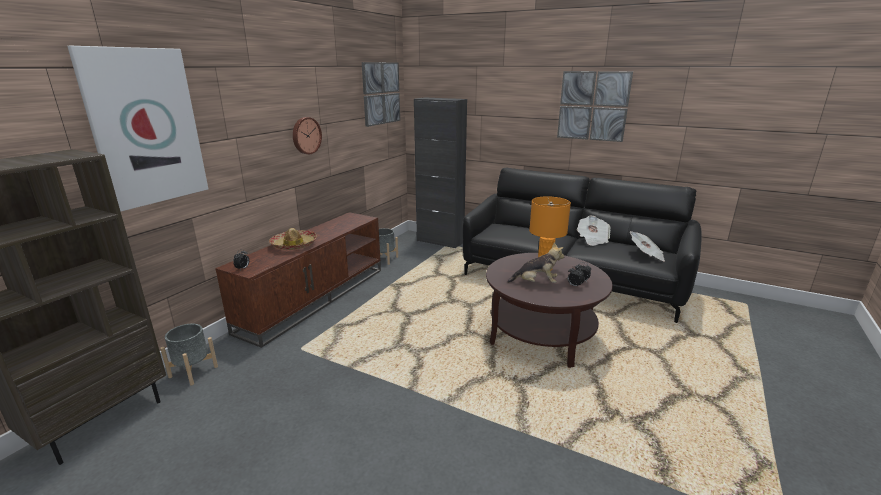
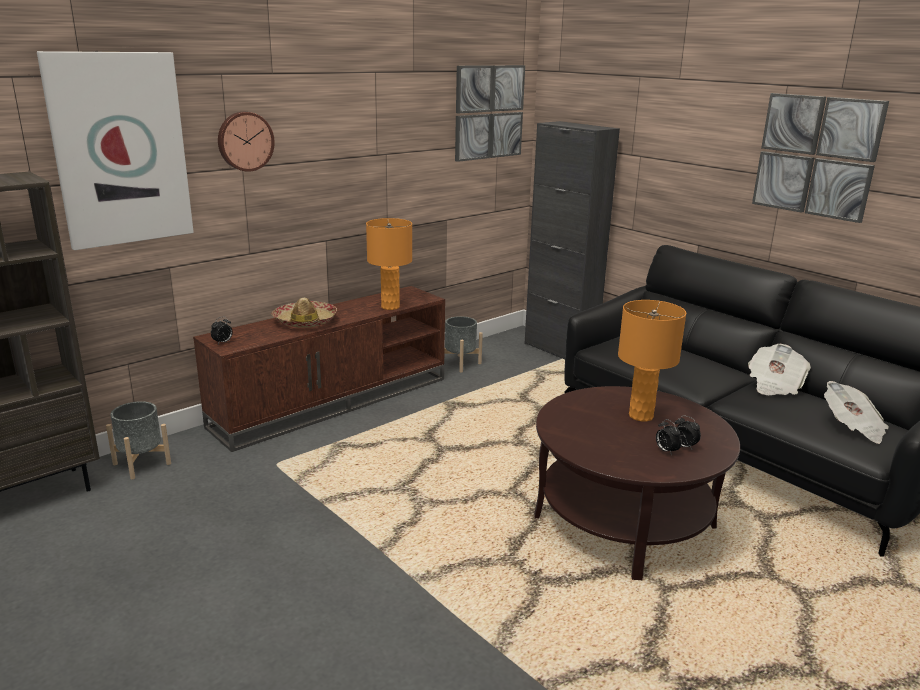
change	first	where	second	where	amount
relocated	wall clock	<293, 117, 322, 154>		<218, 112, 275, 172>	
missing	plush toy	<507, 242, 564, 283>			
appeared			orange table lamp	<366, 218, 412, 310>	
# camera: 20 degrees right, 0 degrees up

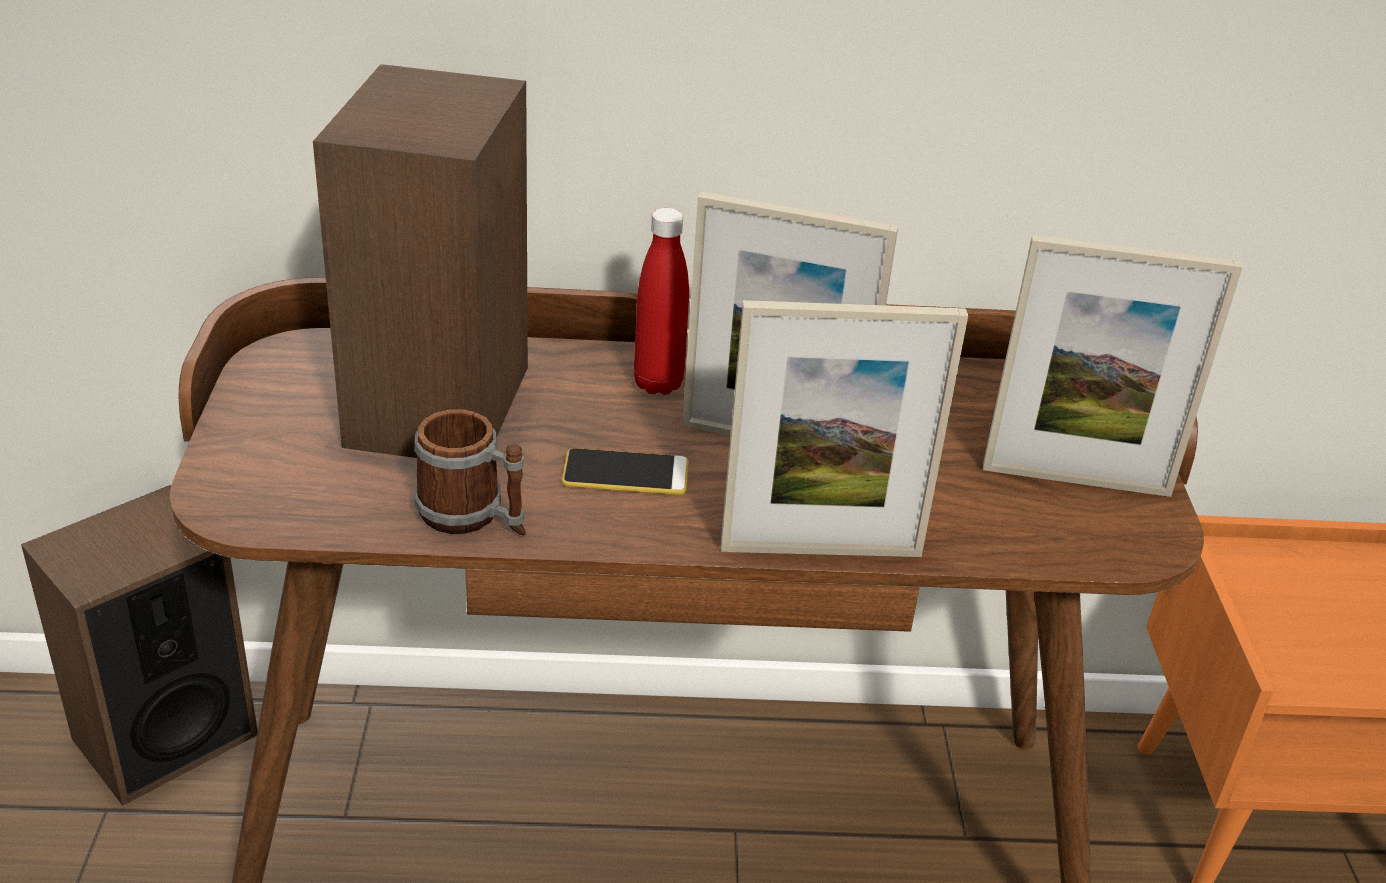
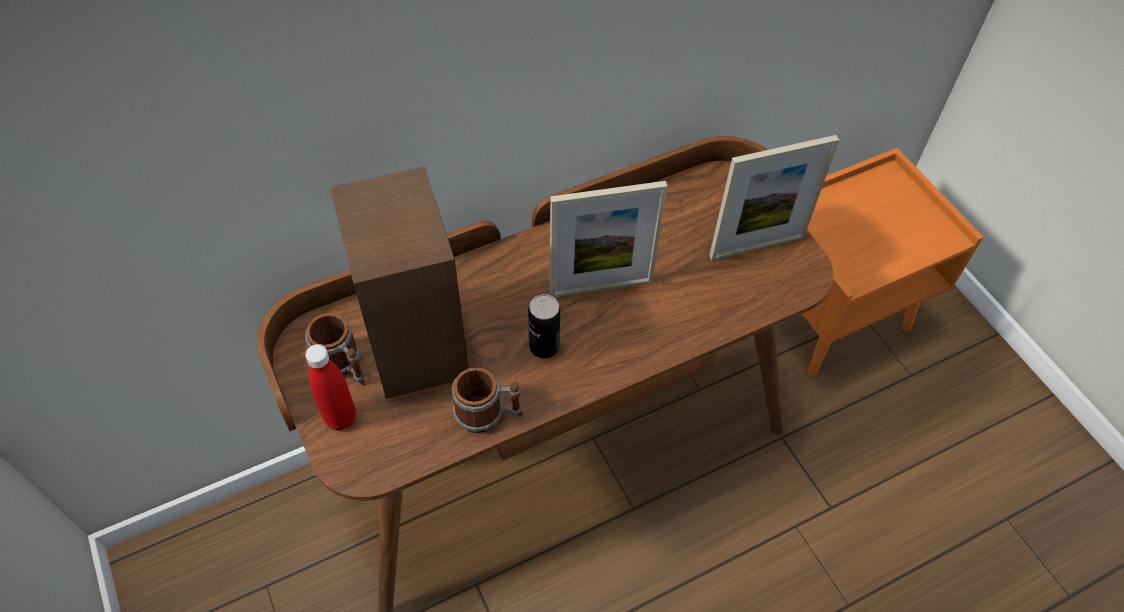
change	first	where	second	where	amount
relocated	red bottle	<634, 208, 689, 395>		<305, 344, 356, 431>	
missing	picture frame	<721, 300, 968, 557>			
exchanged	phone	<562, 448, 689, 495>	can	<528, 294, 560, 358>	
missing	speaker	<21, 485, 258, 806>			
appeared			mug	<305, 313, 365, 385>	
# camera: 25 degrees left, 20 degrees up

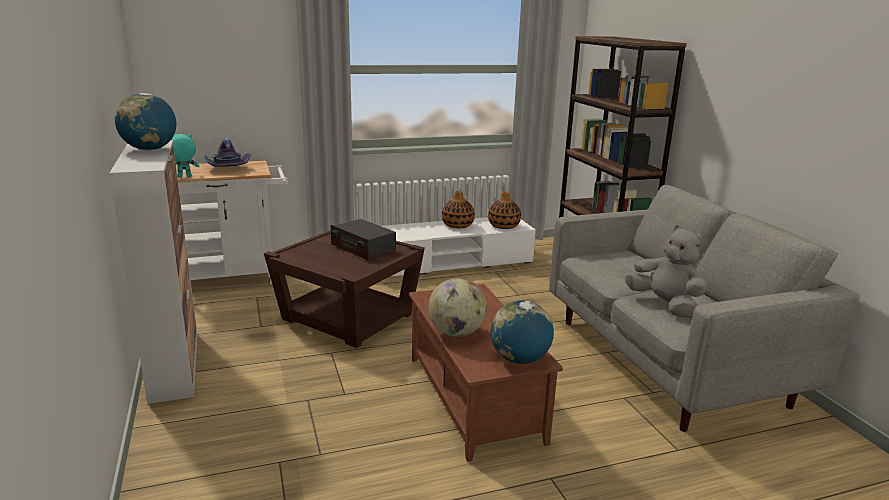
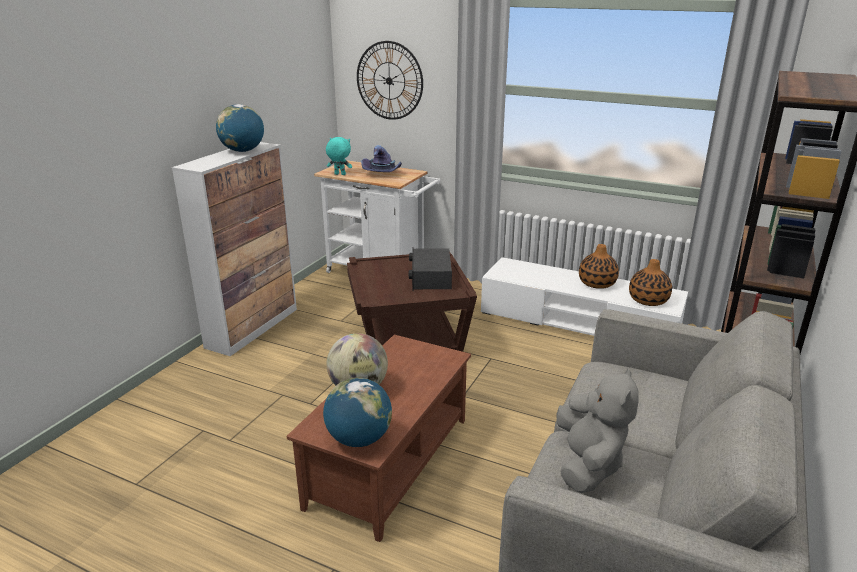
change	first	where	second	where	amount
appeared			wall clock	<357, 41, 423, 120>	
# camera: 45 degrees right, 5 degrees up

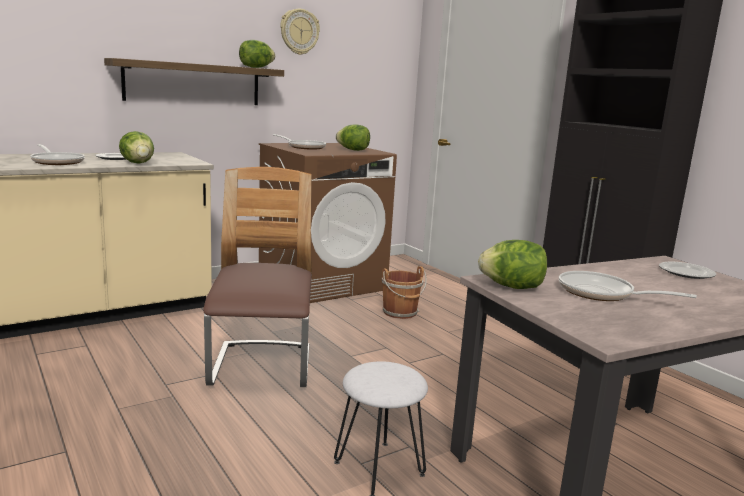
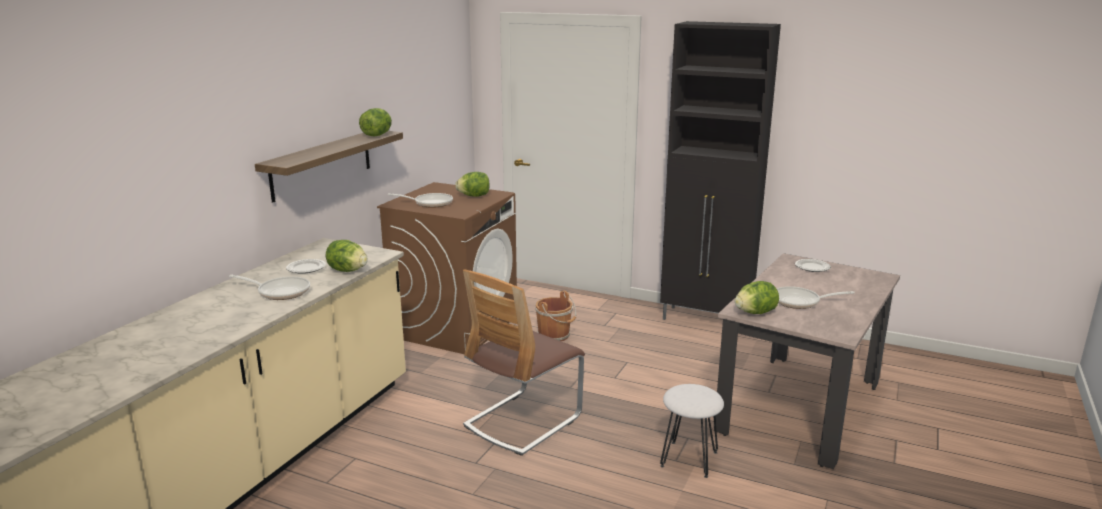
change	first	where	second	where	amount
missing	wall clock	<280, 9, 320, 55>			
spun	chair	<203, 167, 312, 387>		<463, 269, 585, 456>	105 degrees counterclockwise
# camera: 30 degrees left, 5 degrees up

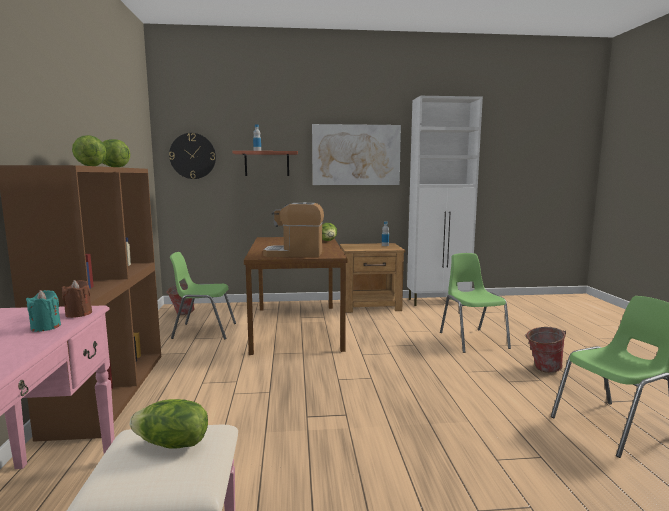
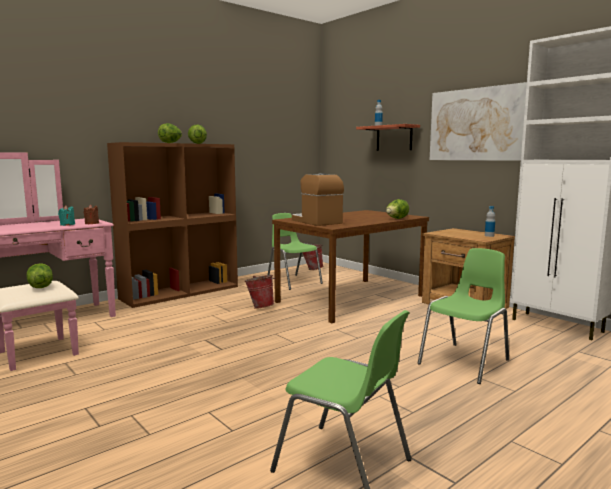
change	first	where	second	where	amount
missing	wall clock	<169, 133, 216, 179>			
relocated	bucket	<525, 327, 566, 373>		<244, 275, 275, 309>	
# camera: 55 degrees right, 0 degrees up

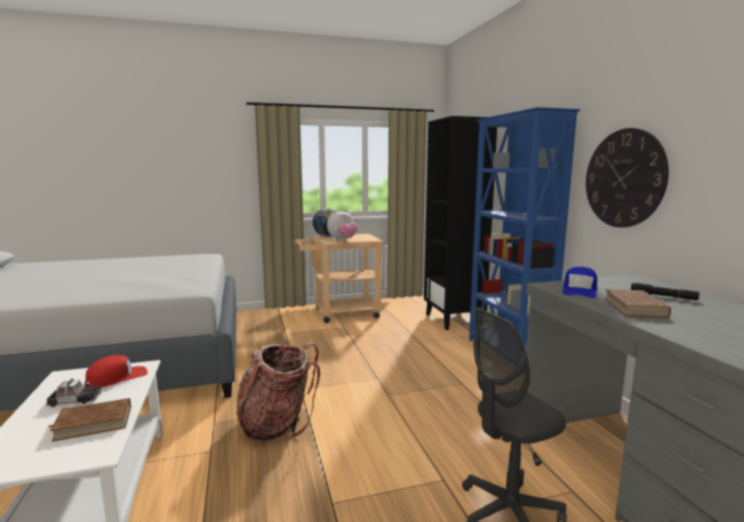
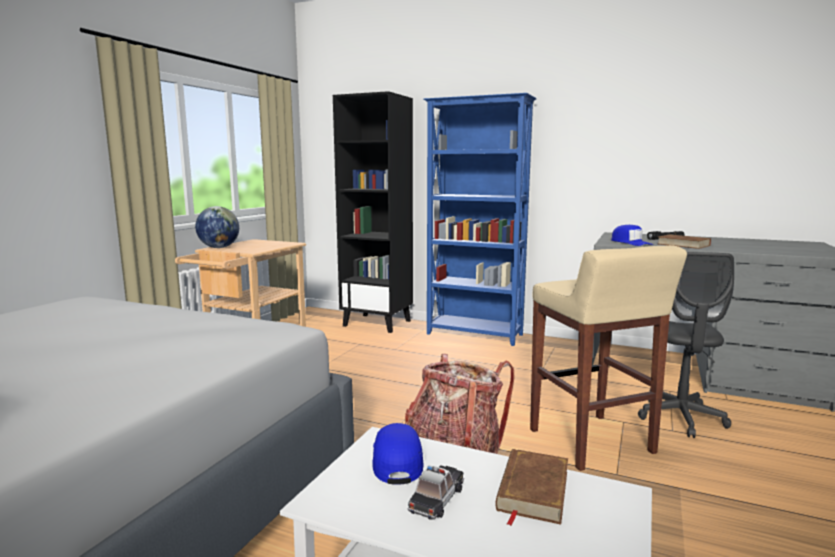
change	first	where	second	where	amount
missing	wall clock	<586, 128, 669, 227>			
missing	plush toy	<327, 210, 358, 241>			
colour	red cap	<85, 355, 148, 387>	blue cap	<372, 423, 424, 485>	
appeared			beige stool	<530, 245, 687, 471>	
# camera: 50 degrees left, 0 degrees up

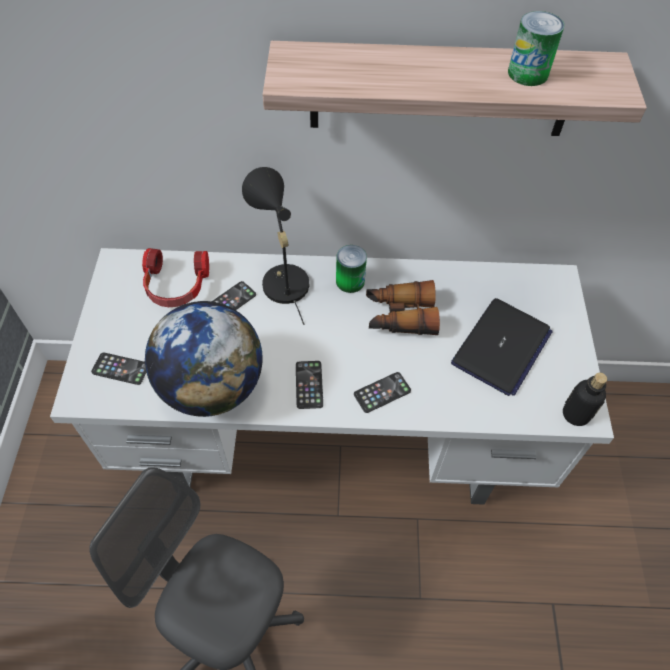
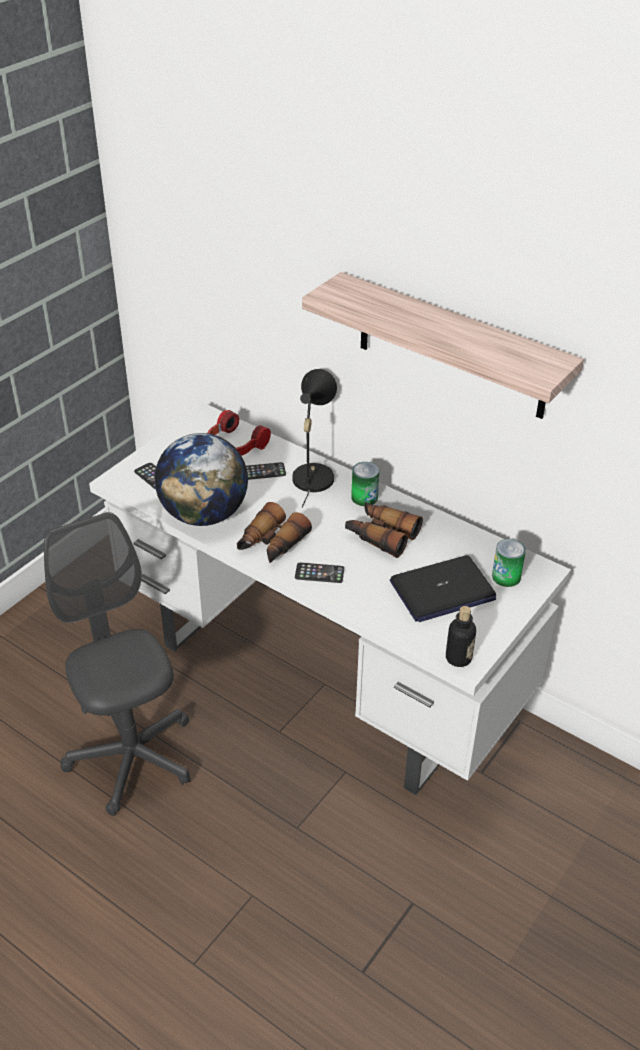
change	first	where	second	where	amount
relocated	can	<508, 11, 564, 86>		<492, 539, 526, 587>	
exchanged	phone	<296, 361, 323, 409>	binoculars	<237, 502, 312, 563>	
# camera: 35 degrees right, 15 degrees down

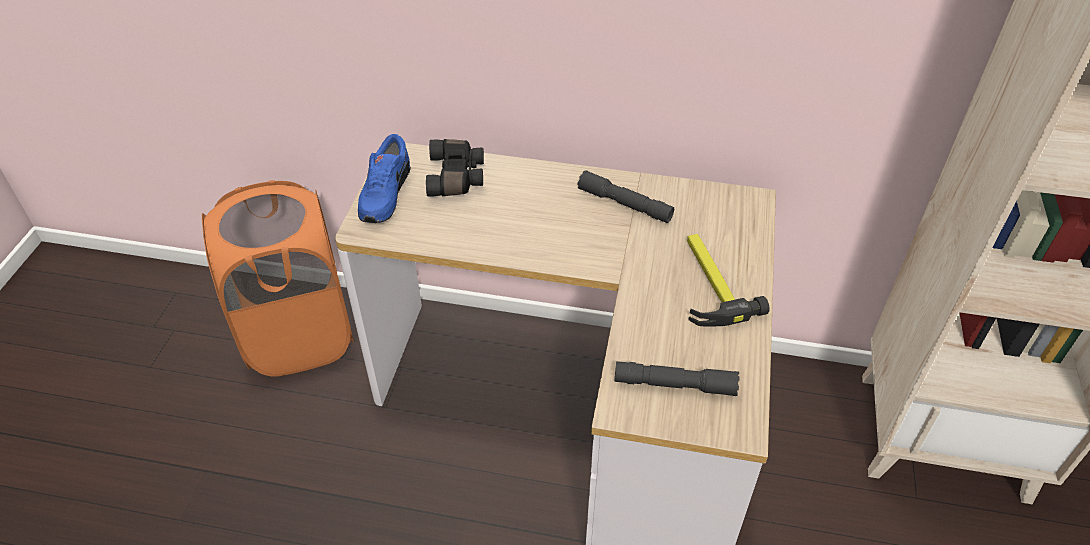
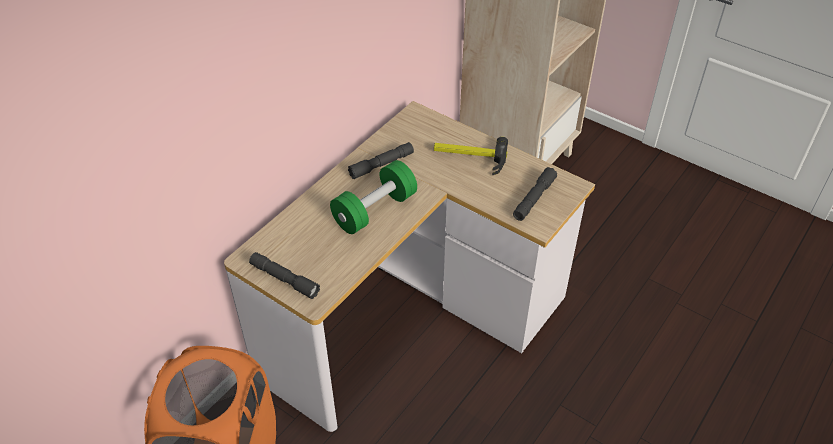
change	first	where	second	where	amount
exchanged	blue shoe	<358, 134, 411, 223>	grey flashlight	<249, 252, 320, 299>	
missing	black binoculars	<426, 139, 484, 196>			
appeared			green dumbbell	<330, 160, 417, 234>	
# camera: 65 degrees left, 0 degrees up

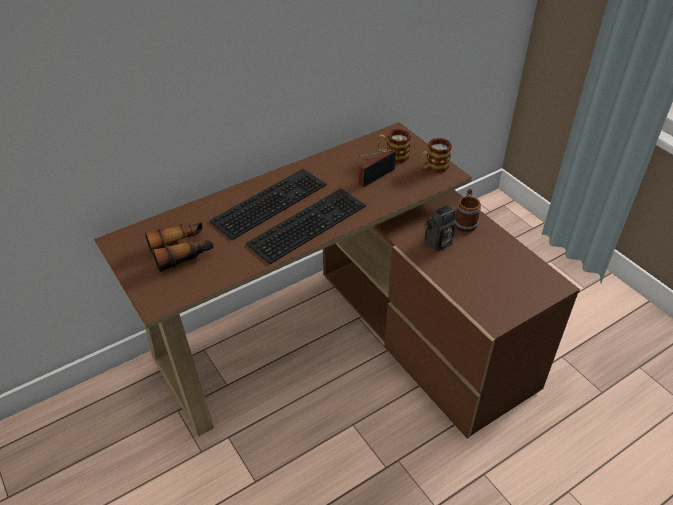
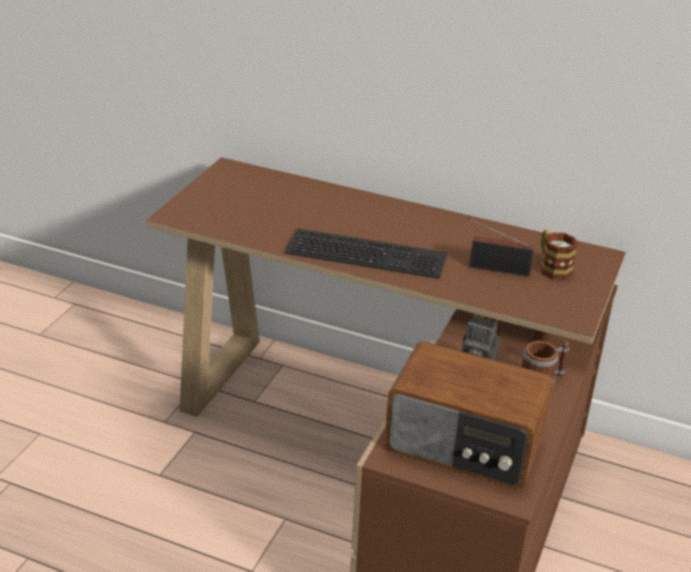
change	first	where	second	where	amount
missing	mug	<420, 138, 452, 173>			
missing	keyboard	<209, 169, 327, 240>			
missing	binoculars	<145, 222, 213, 272>			
appeared			radio	<384, 341, 553, 489>	
# camera: 55 degrees right, 10 degrees down

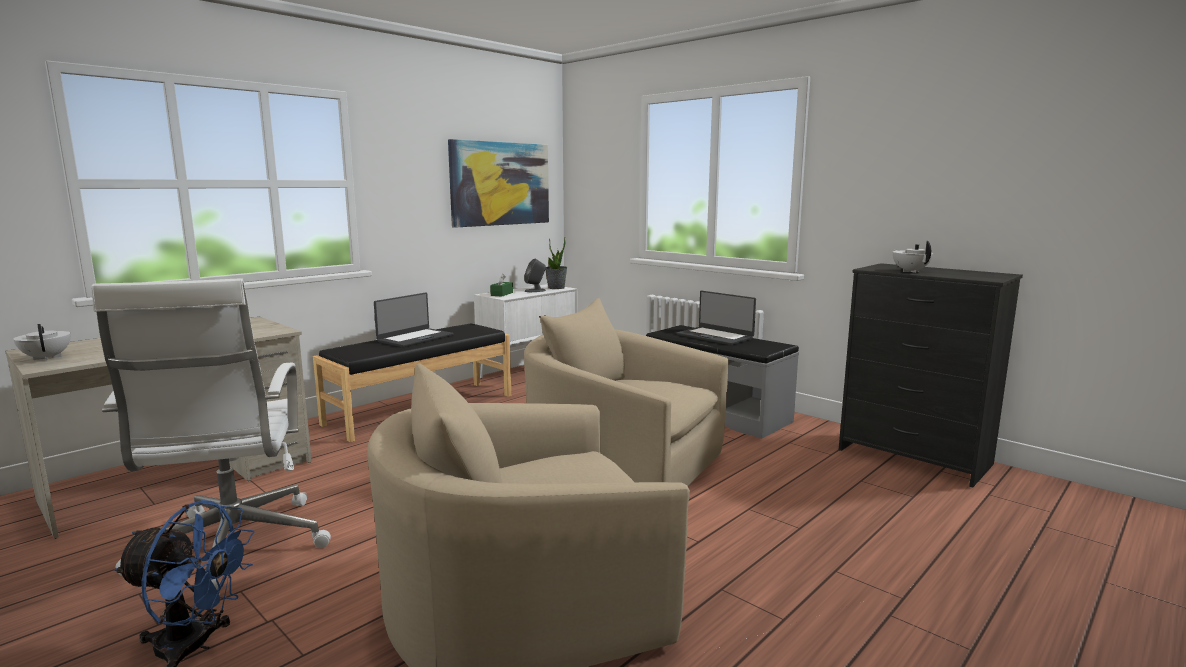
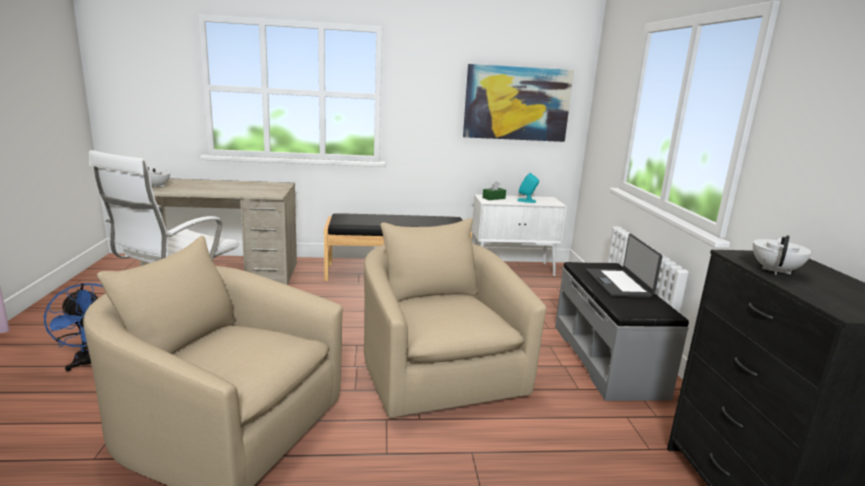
change	first	where	second	where	amount
missing	potted plant	<545, 238, 567, 289>			
colour	grey speaker	<524, 259, 546, 292>	turquoise speaker	<517, 173, 539, 203>	
missing	laptop	<374, 293, 454, 347>			
# camera: 40 degrees right, 5 degrees up

